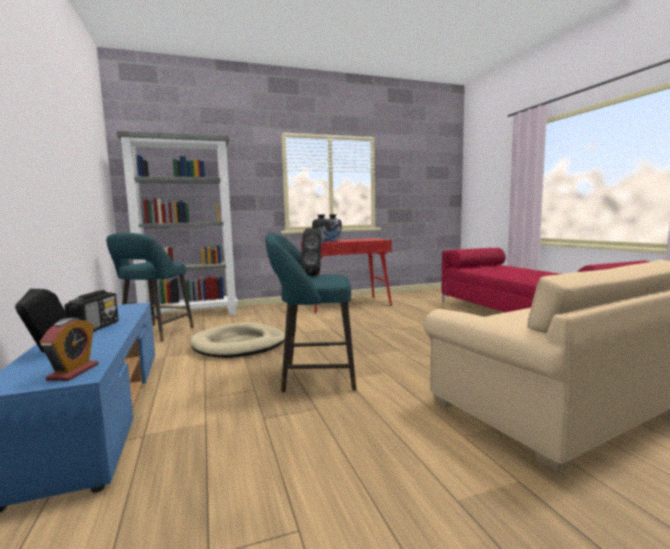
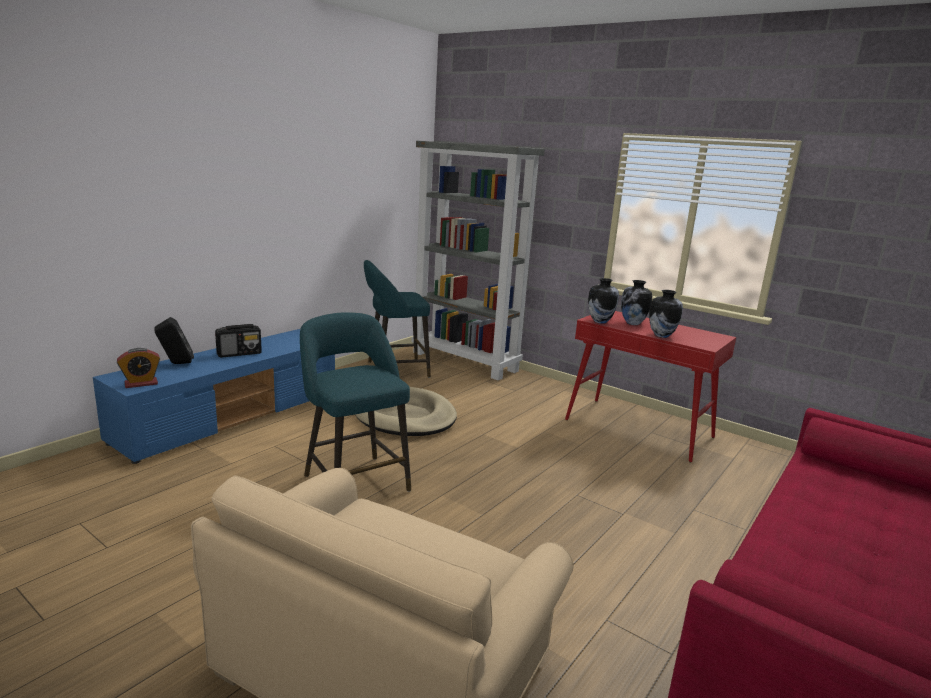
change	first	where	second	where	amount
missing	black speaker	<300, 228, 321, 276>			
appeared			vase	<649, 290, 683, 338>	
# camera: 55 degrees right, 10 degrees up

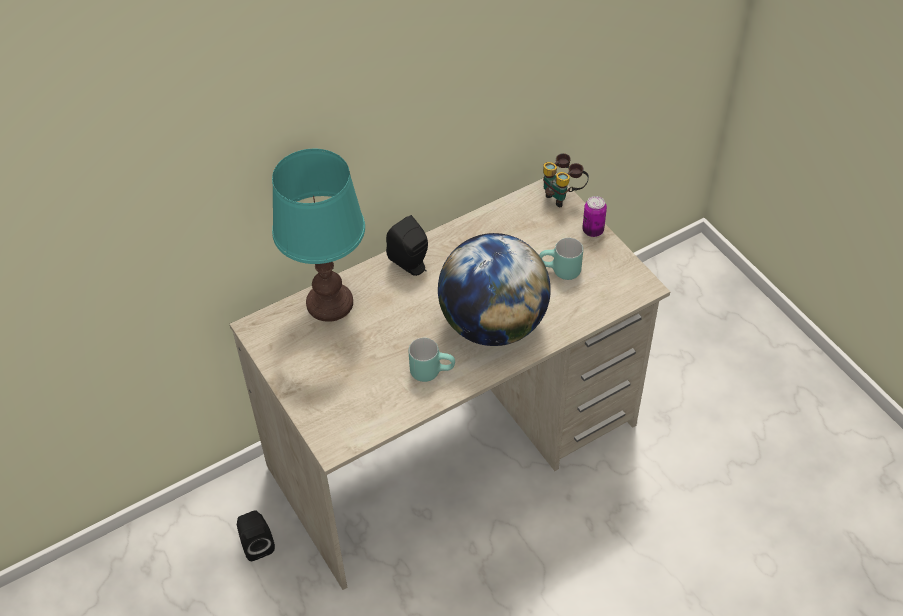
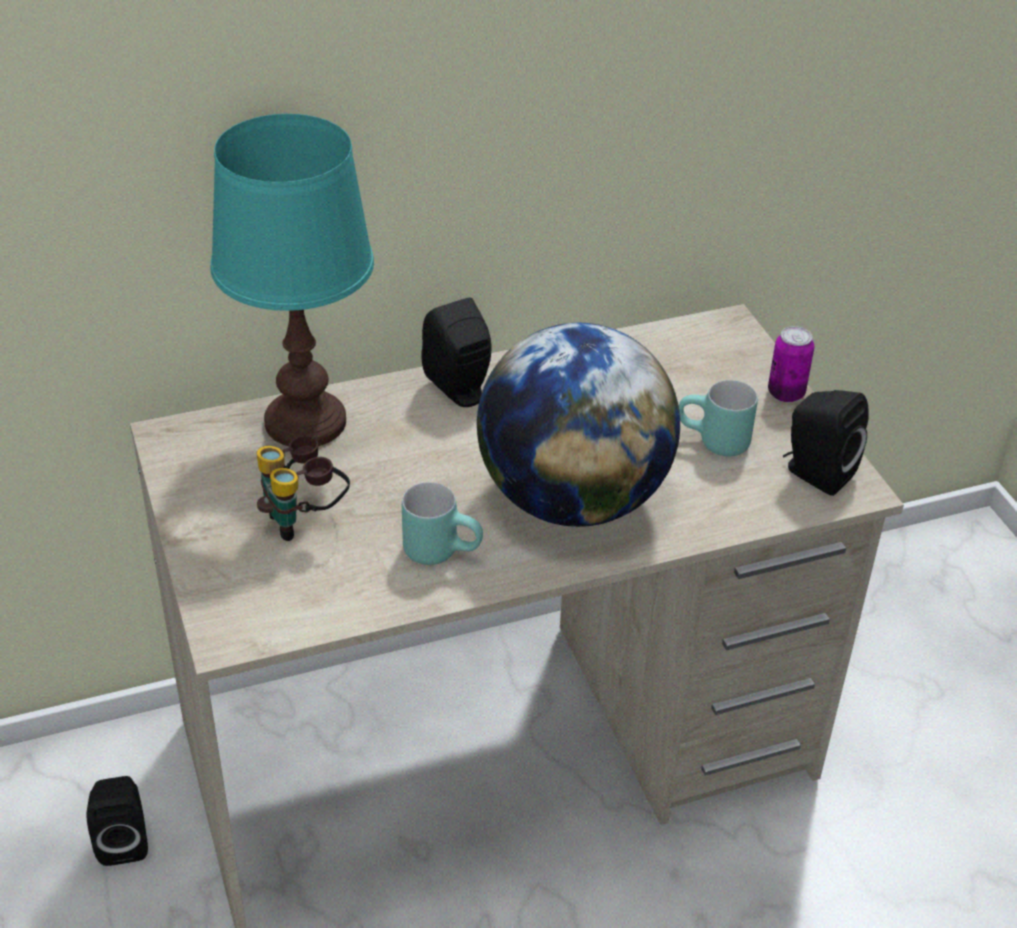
change	first	where	second	where	amount
relocated	binoculars	<543, 153, 589, 207>		<257, 435, 350, 541>	
appeared			black speaker	<783, 390, 869, 496>	
# camera: 10 degrees right, 10 degrees down

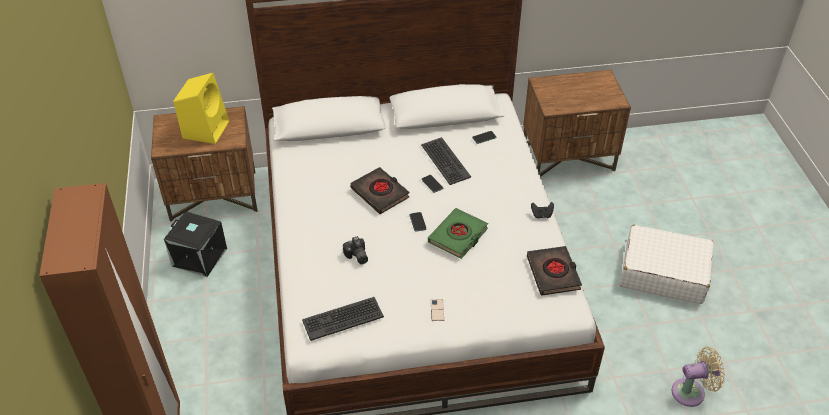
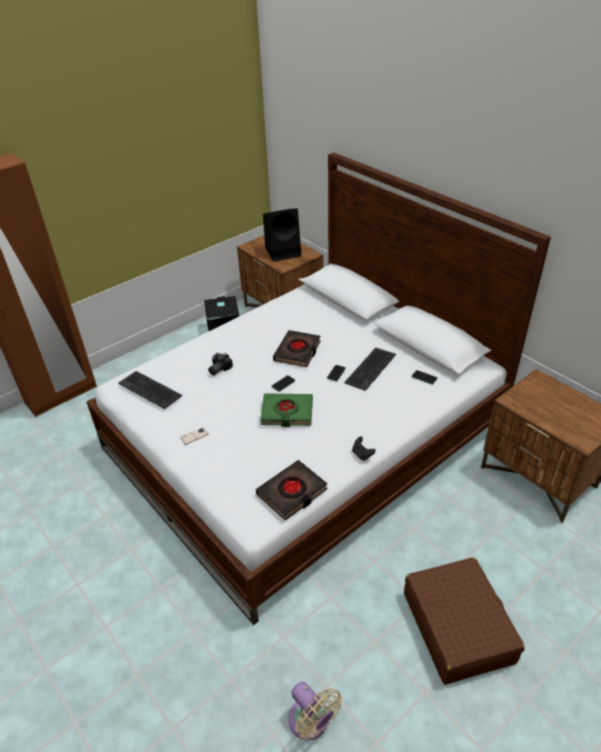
change	first	where	second	where	amount
colour	yellow speaker	<173, 73, 229, 144>	black speaker	<263, 208, 301, 262>	
colour	white suitcase	<620, 225, 714, 304>	brown suitcase	<404, 557, 525, 685>	
# camera: 60 degrees right, 5 degrees down

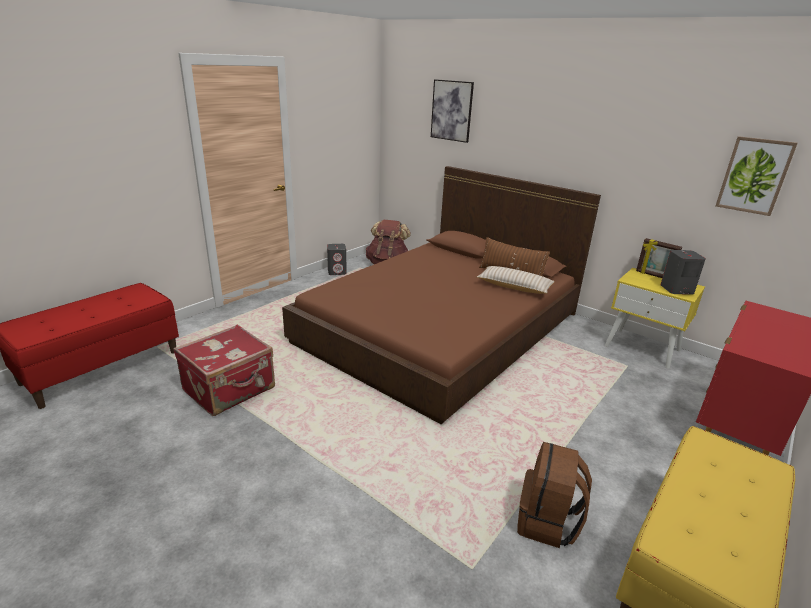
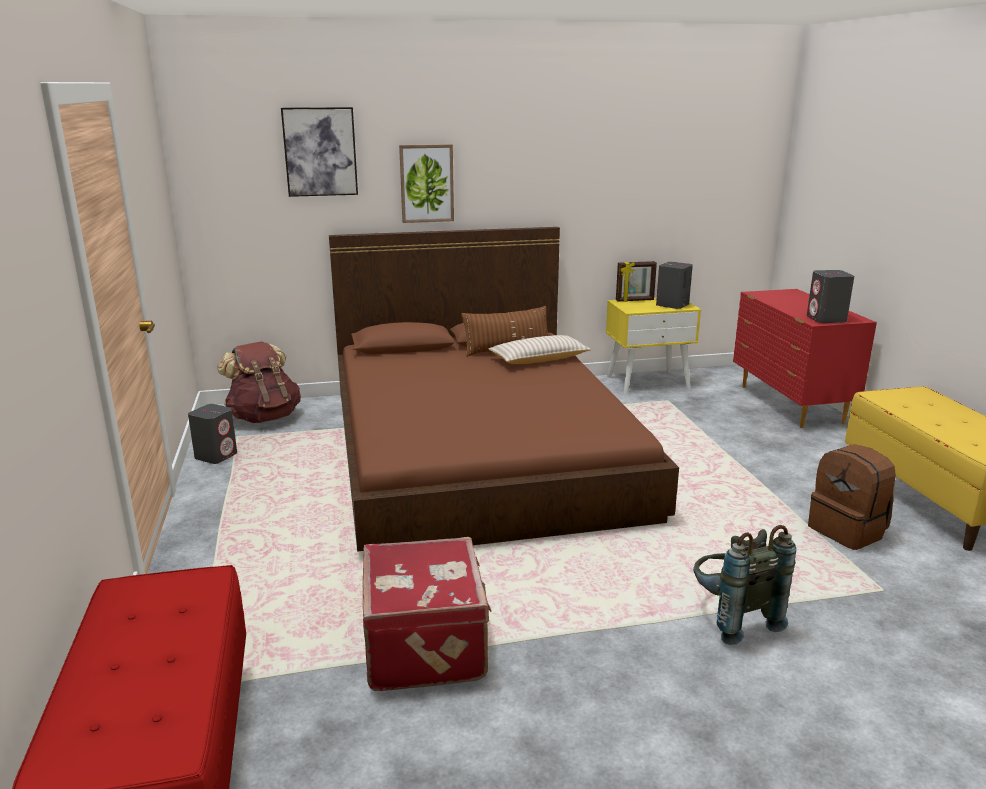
change	first	where	second	where	amount
relocated	picture	<716, 136, 798, 216>		<399, 144, 454, 223>	
appeared			grey speaker	<807, 270, 854, 323>	
appeared			grey backpack	<693, 525, 796, 645>	
# camera: 50 degrees left, 5 degrees down

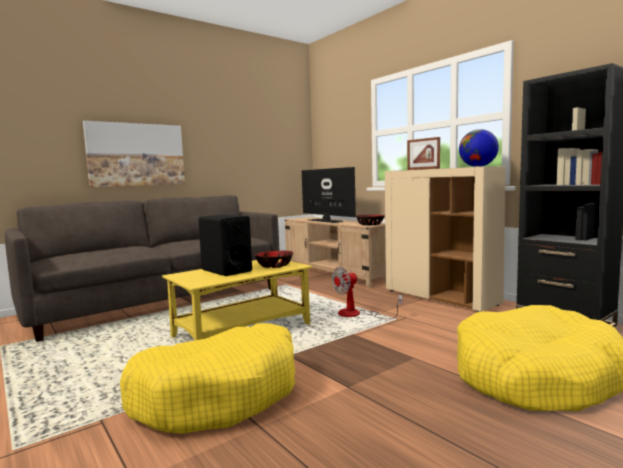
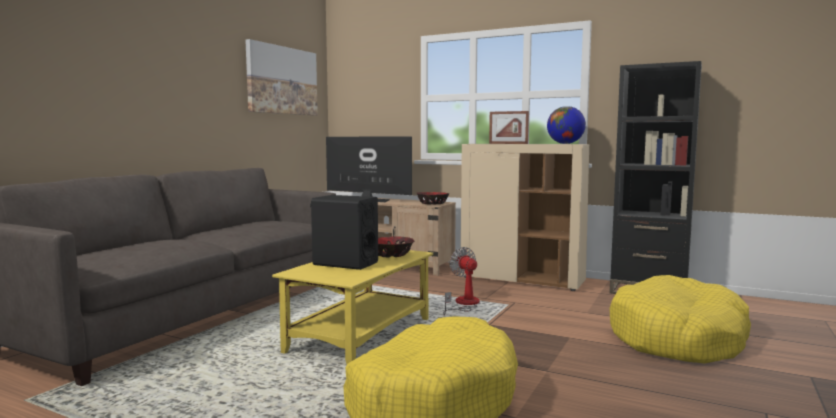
change	first	where	second	where	amount
relocated	picture	<83, 121, 185, 187>		<245, 39, 318, 115>	
spun	fan	<332, 267, 403, 319>		<443, 247, 480, 315>	120 degrees clockwise
# camera: 25 degrees left, 0 degrees up

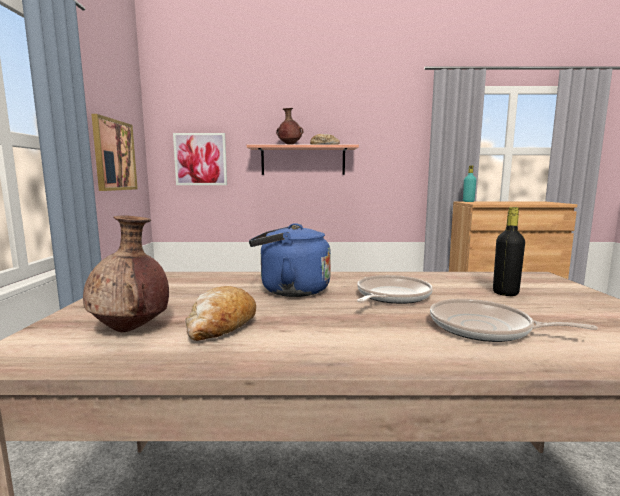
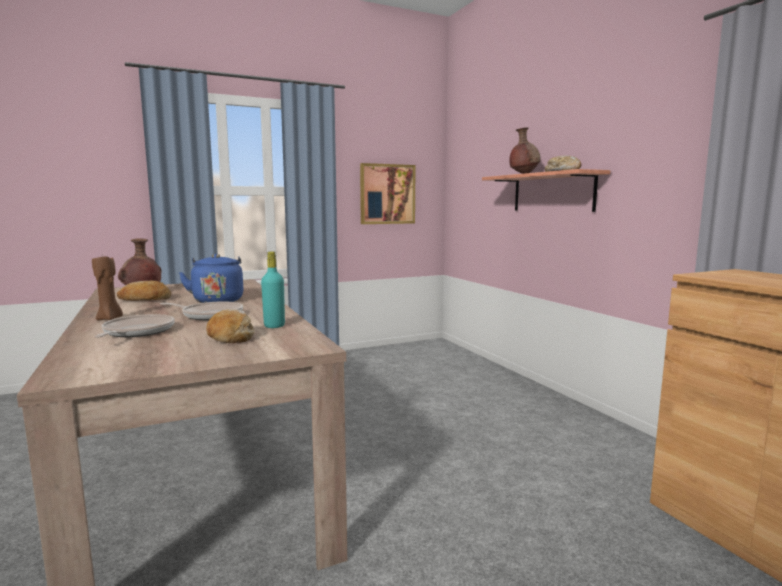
change	first	where	second	where	amount
missing	picture	<173, 133, 227, 185>			
relocated	turquoise bottle	<463, 165, 476, 202>		<261, 251, 285, 328>	
exchanged	black bottle	<493, 207, 525, 296>	bread	<206, 309, 255, 343>	
appeared			brown candle	<92, 254, 123, 320>	
# camera: 65 degrees right, 0 degrees up

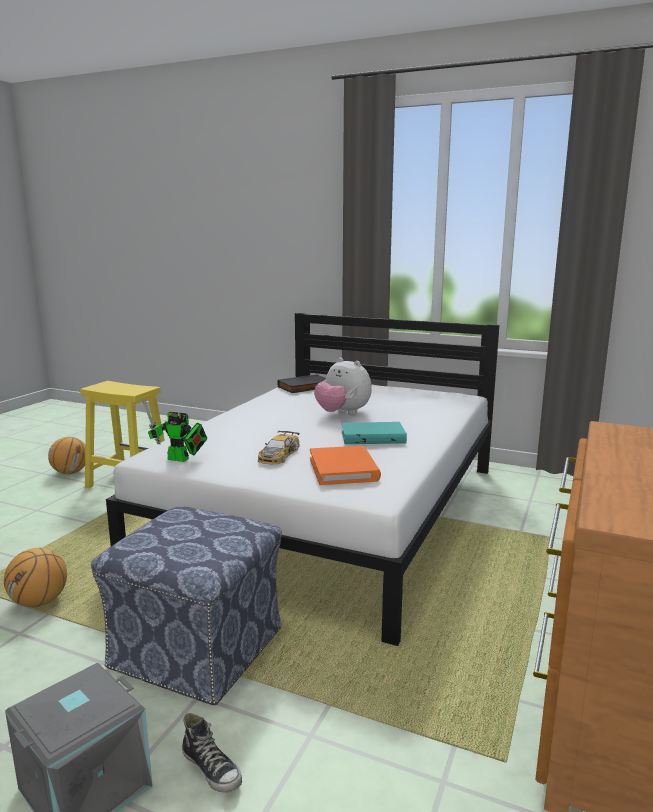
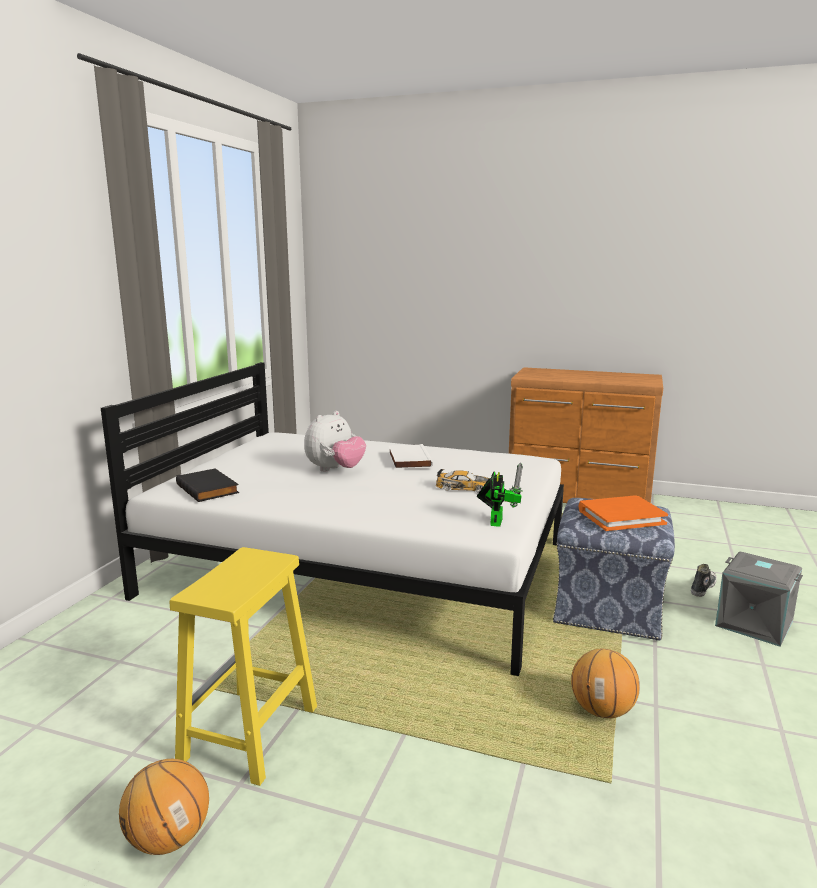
change	first	where	second	where	amount
colour	turquoise book	<341, 422, 407, 444>	white book	<389, 444, 433, 469>	
relocated	orange book	<310, 446, 381, 485>		<579, 495, 668, 531>	
# camera: 95 degrees left, 0 degrees up

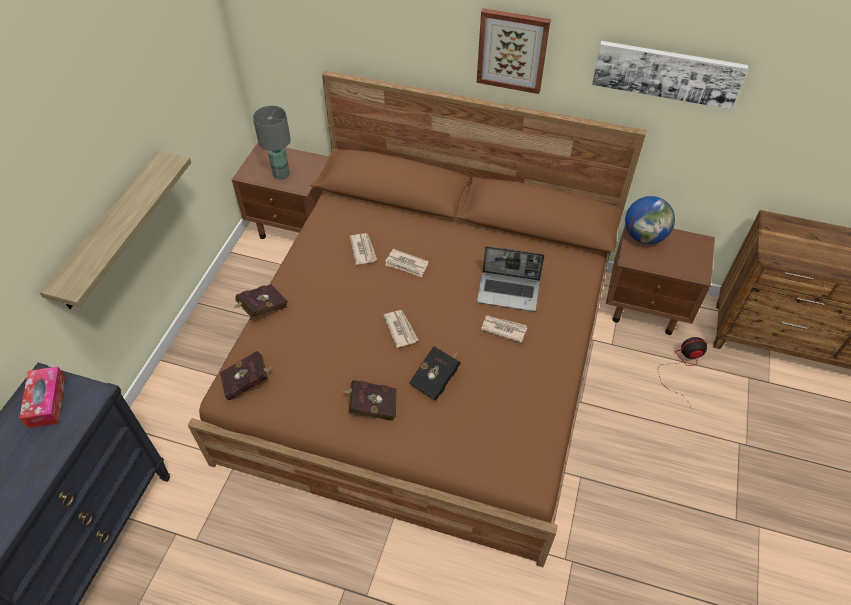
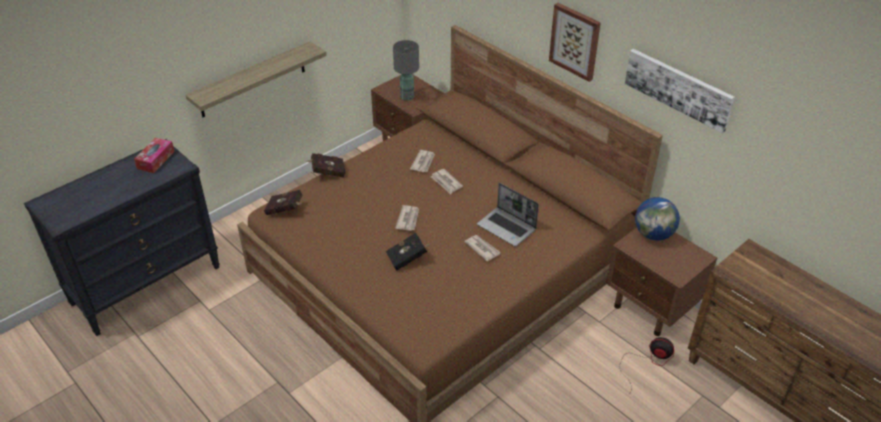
change	first	where	second	where	amount
missing	red book	<343, 380, 397, 421>			
# camera: 30 degrees right, 10 degrees down

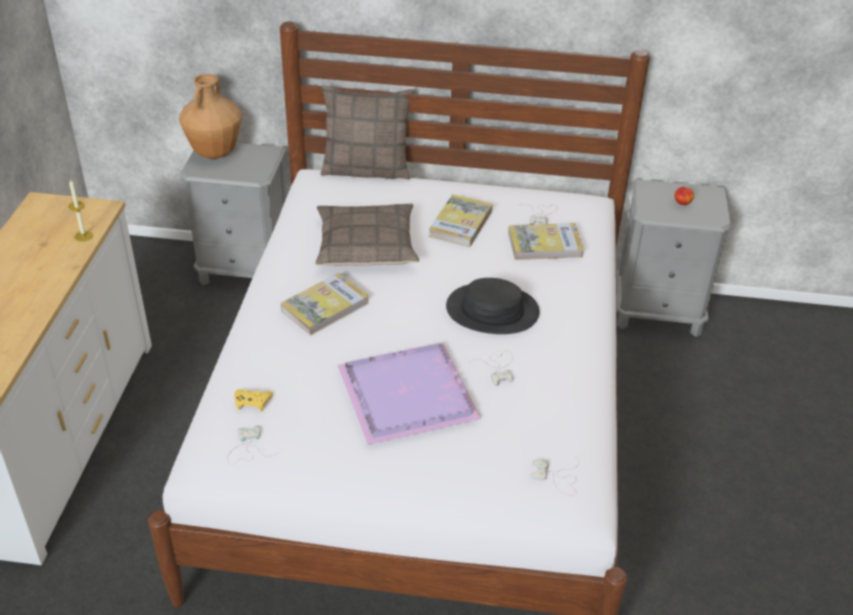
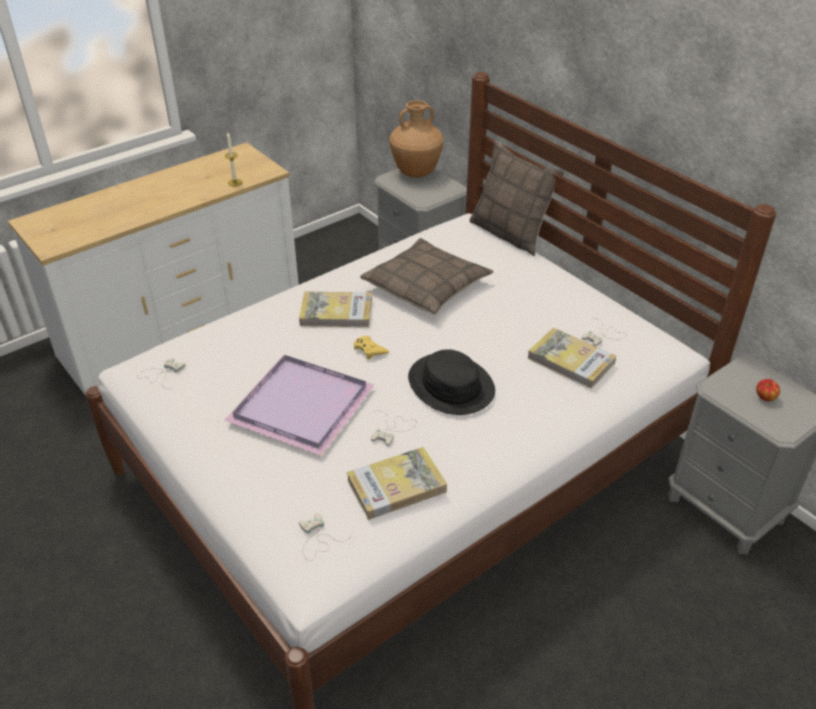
change	first	where	second	where	amount
relocated	book	<428, 194, 493, 247>		<347, 447, 447, 520>	
relocated	yellow game controller	<235, 389, 273, 412>		<354, 336, 389, 360>	
# camera: 45 degrees right, 0 degrees up

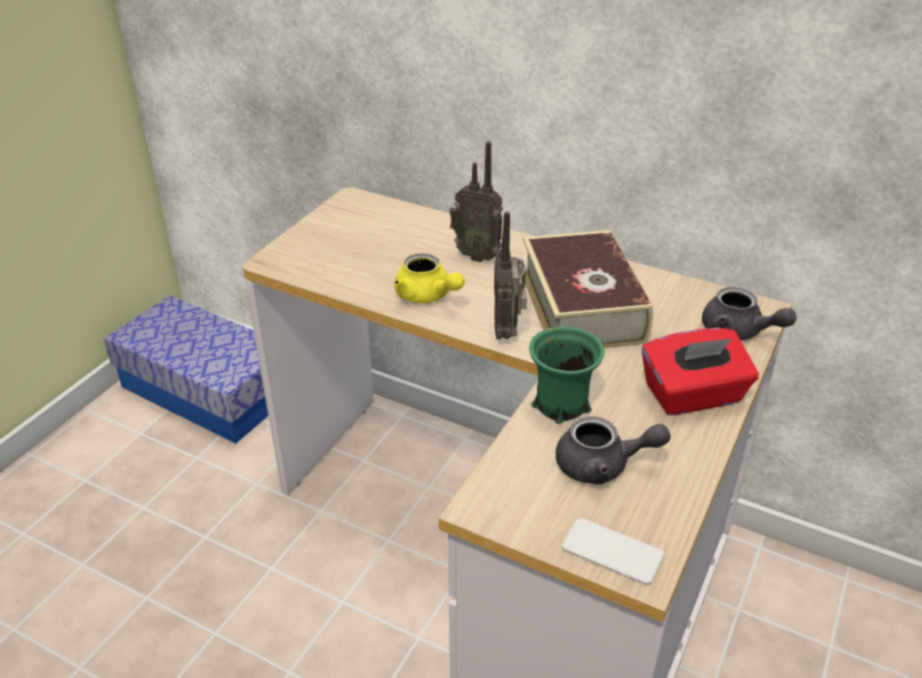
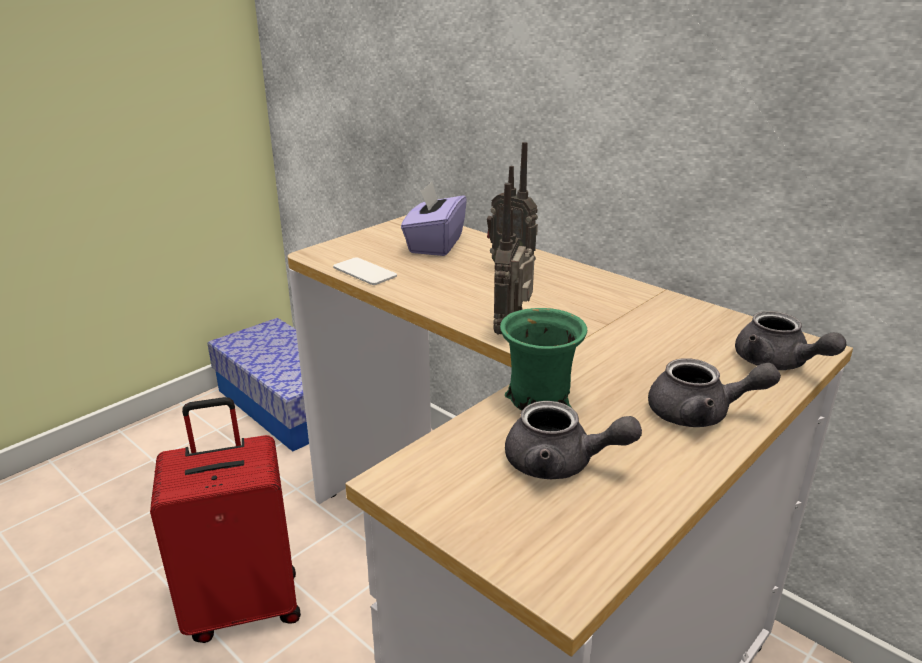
change	first	where	second	where	amount
missing	book	<523, 230, 653, 348>			
missing	yellow teapot	<394, 253, 465, 303>			
exchanged	red tissue box	<642, 328, 759, 415>	grey teapot	<648, 358, 781, 427>	
relocated	phone	<562, 518, 664, 585>		<333, 257, 397, 285>	
appeared			purple tissue box	<401, 182, 467, 256>	
appeared			red suitcase	<150, 397, 301, 643>	
# camera: 15 degrees right, 10 degrees down

